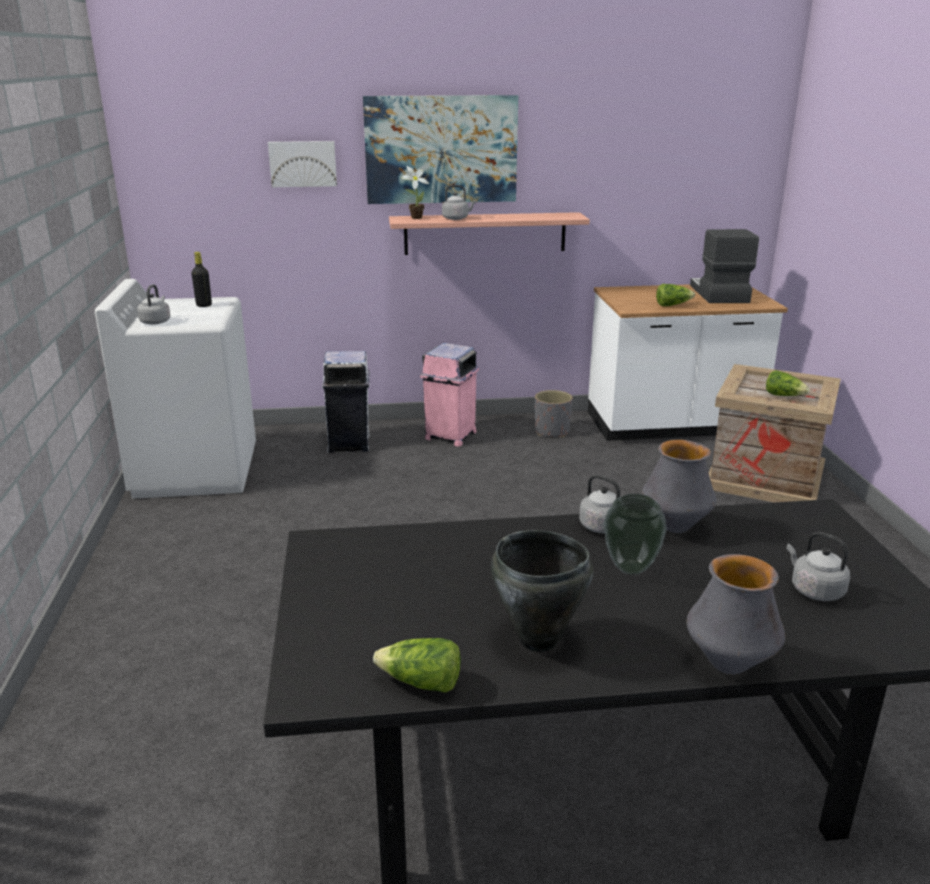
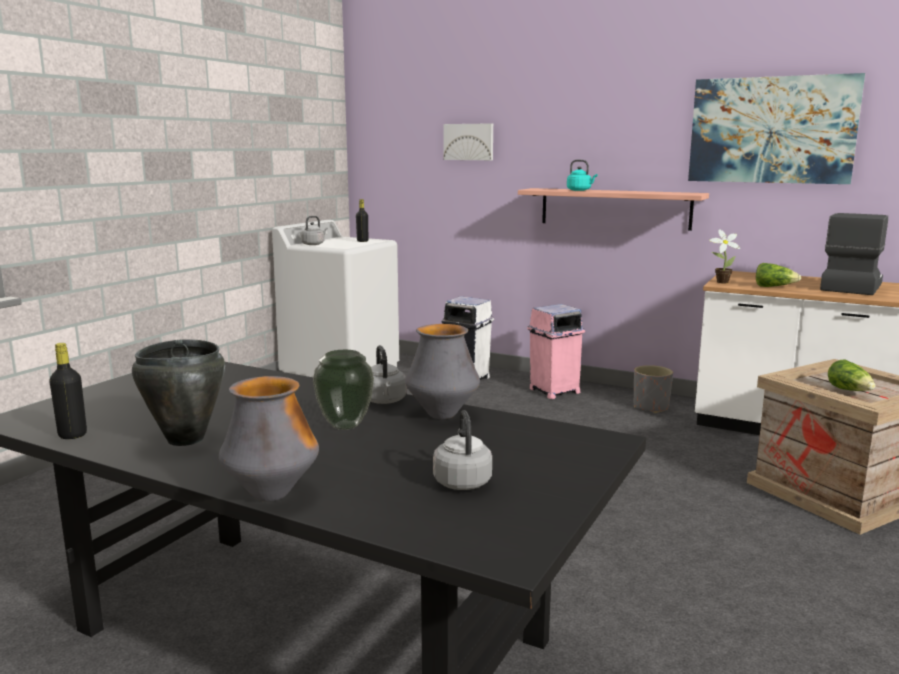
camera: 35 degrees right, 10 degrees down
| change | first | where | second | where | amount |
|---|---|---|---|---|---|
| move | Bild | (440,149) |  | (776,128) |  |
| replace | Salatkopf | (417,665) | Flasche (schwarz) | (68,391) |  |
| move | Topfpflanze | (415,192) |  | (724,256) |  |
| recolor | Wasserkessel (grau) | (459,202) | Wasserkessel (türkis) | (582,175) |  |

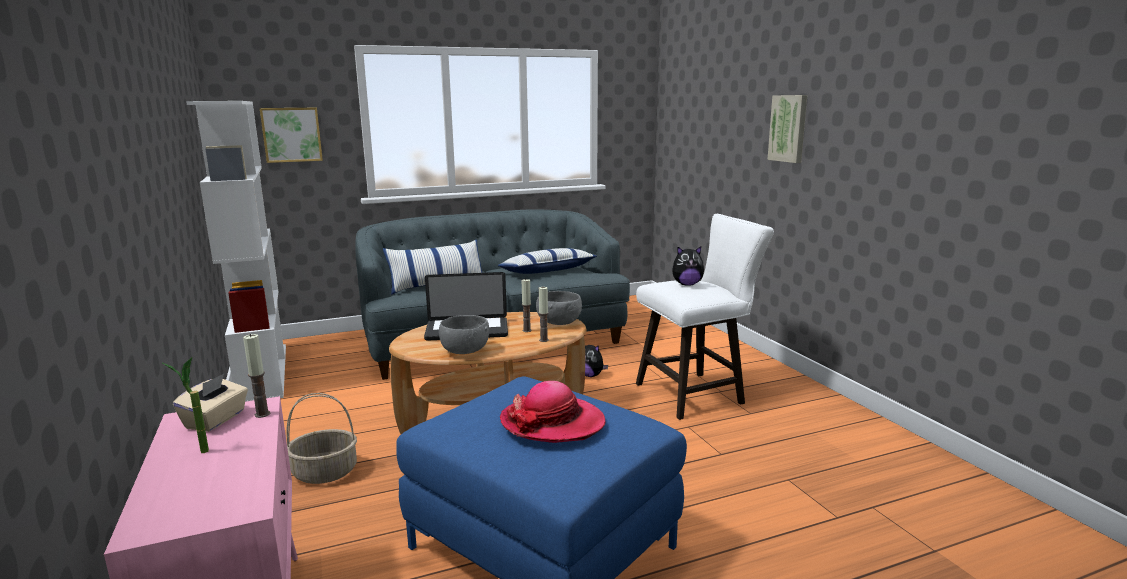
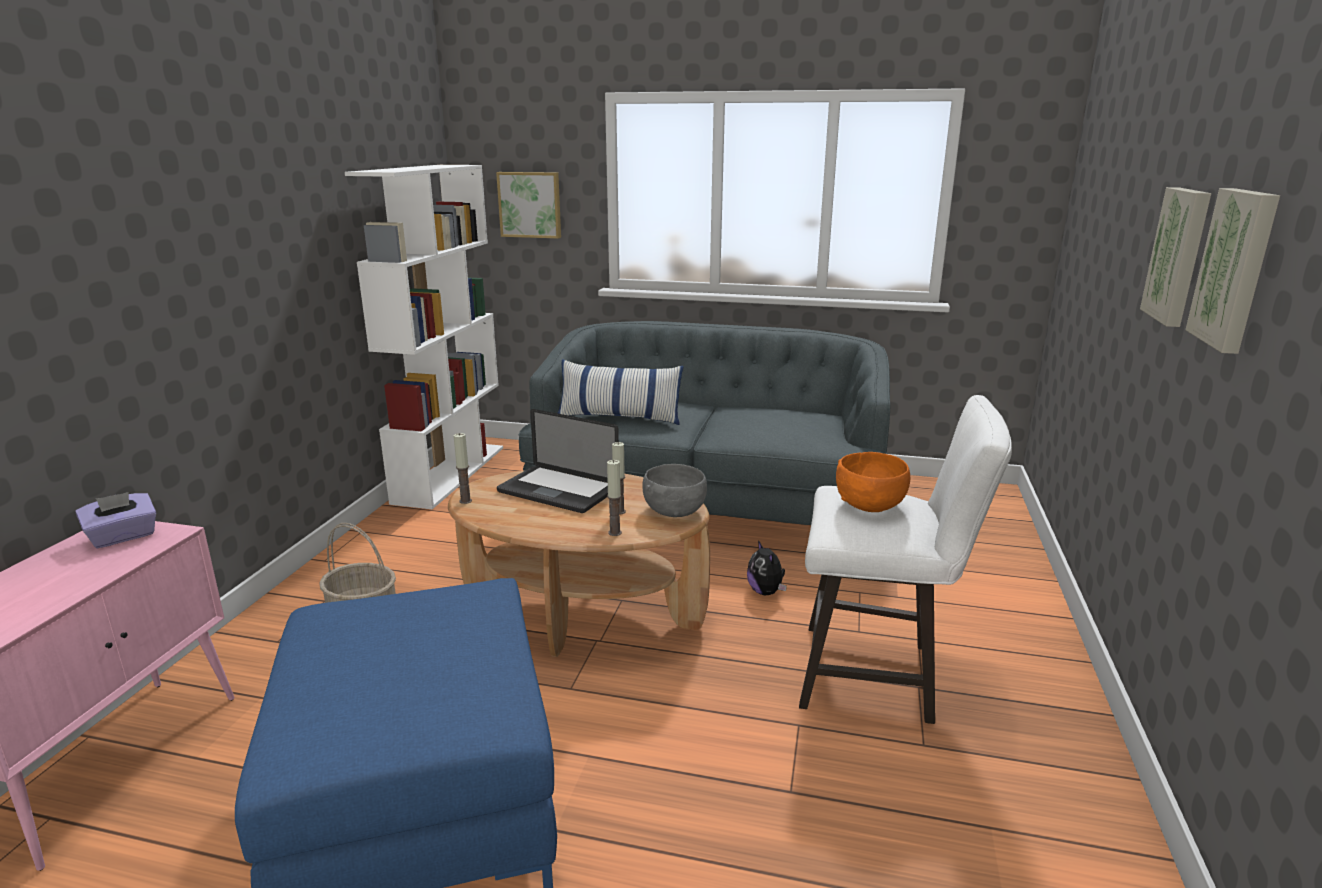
camera: 35 degrees right, 5 degrees up
| change | first | where | second | where | amount |
|---|---|---|---|---|---|
| delete | Topfpflanze | (185,405) |  |  |  |
| recolor | Taschentuchbox (beige) | (210,403) | Taschentuchbox (lila) | (115,520) |  |
| move | Kerze | (256,376) |  | (463,468) |  |
| delete | Schüssel (grau) | (464,334) |  |  |  |
| delete | Kissen | (547,261) |  |  |  |
| delete | Hut | (552,412) |  |  |  |
| replace | Plüschtier | (688,266) | Schüssel (orange) | (873,482) |  |
| insert |  |  | Bild | (1233,271) |  |

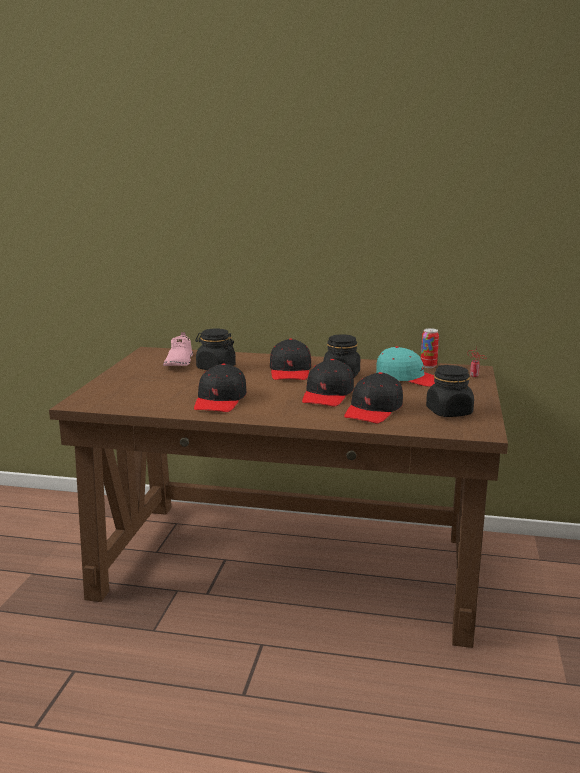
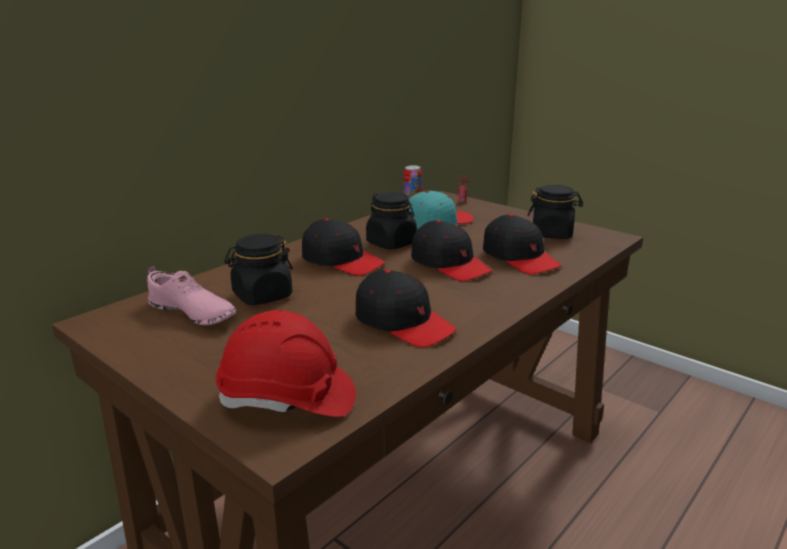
camera: 60 degrees left, 5 degrees up
| change | first | where | second | where | amount |
|---|---|---|---|---|---|
| insert |  |  | Schutzhelm (rot) | (285,363) |  |

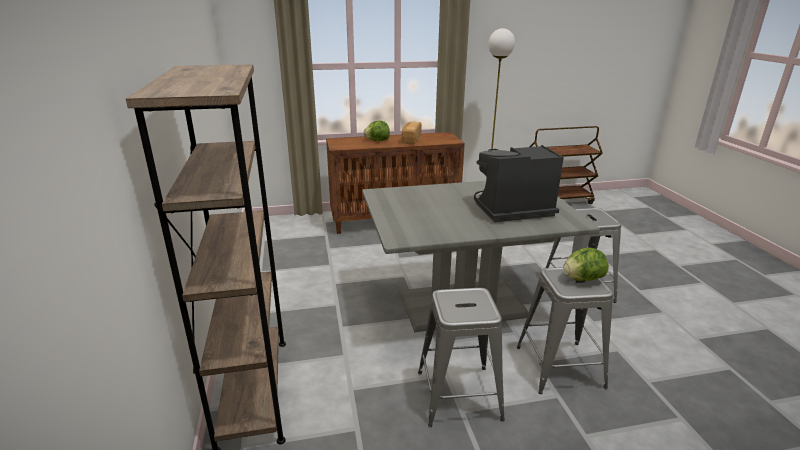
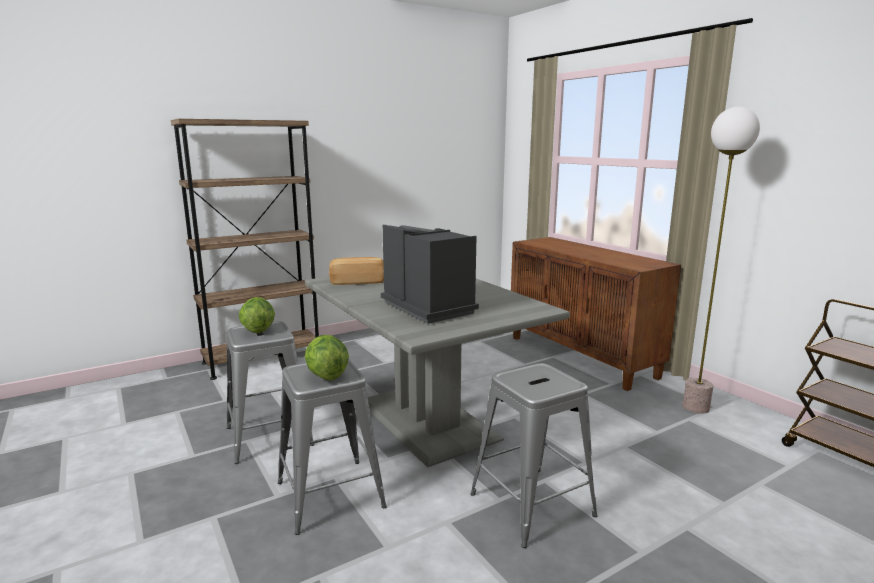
camera: 70 degrees right, 10 degrees down
| change | first | where | second | where | amount |
|---|---|---|---|---|---|
| move | Salatkopf | (377,131) |  | (257,315) |  |
| move | Brot | (412,133) |  | (356,271) |  |

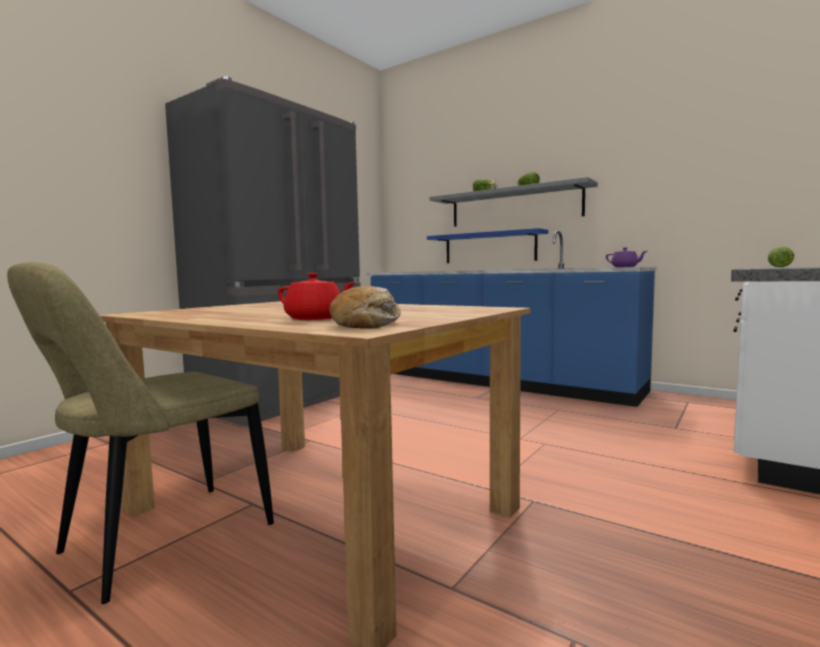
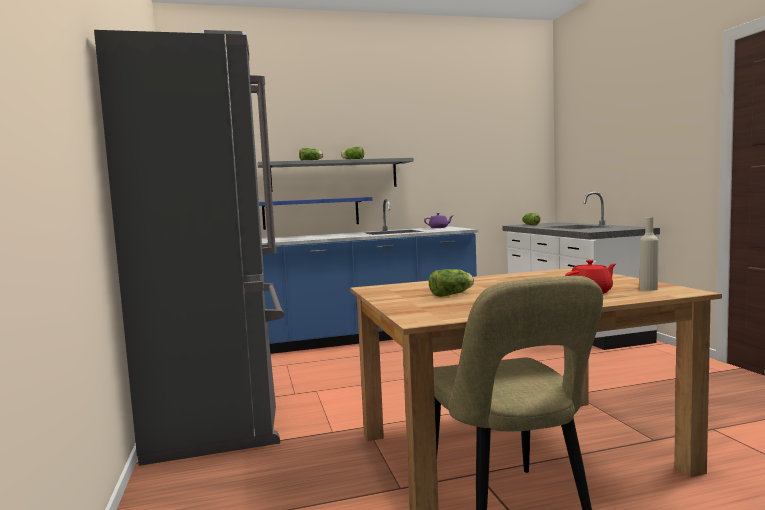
camera: 50 degrees left, 0 degrees up
| change | first | where | second | where | amount |
|---|---|---|---|---|---|
| replace | Brot | (365,307) | Flasche (beige) | (649,254) |  |
| insert |  |  | Salatkopf | (451,283) |  |

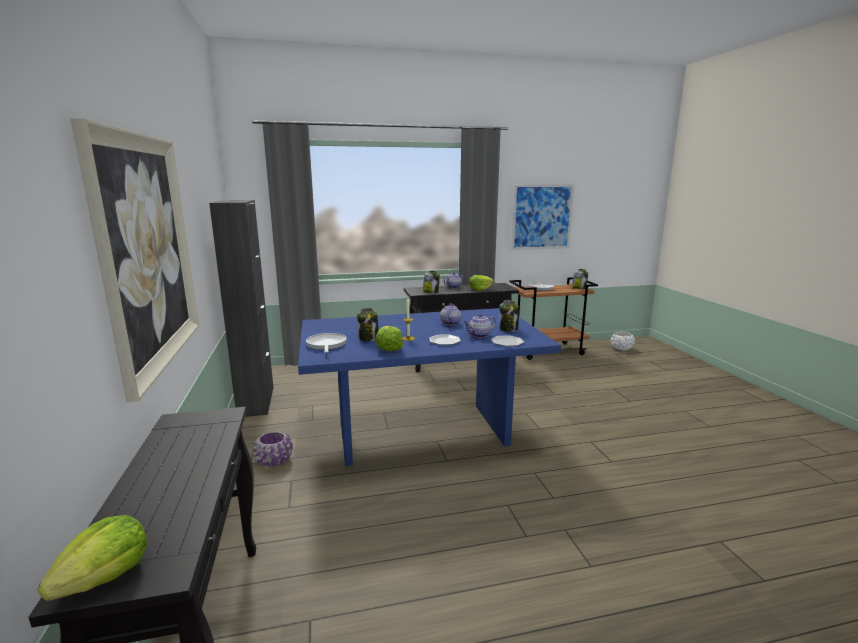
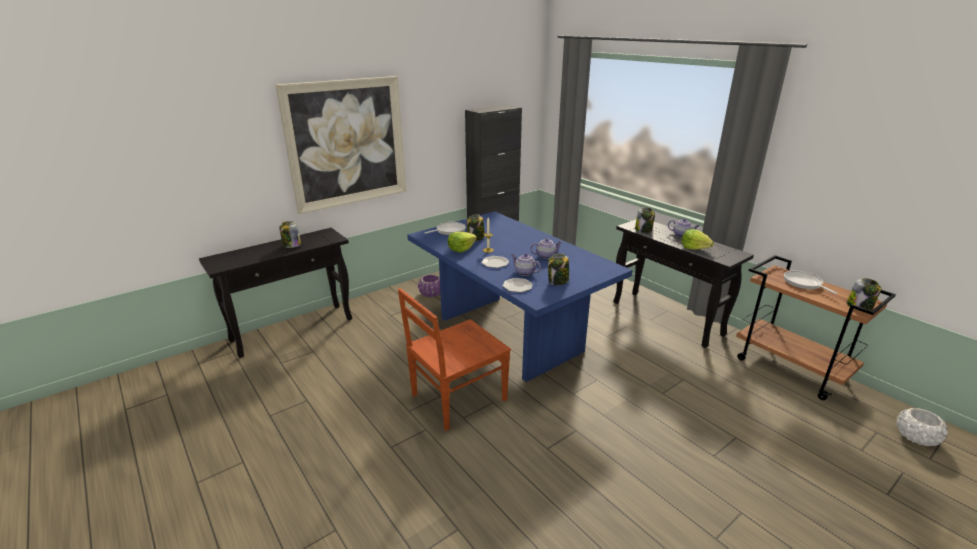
camera: 65 degrees right, 10 degrees up
| change | first | where | second | where | amount |
|---|---|---|---|---|---|
| delete | Salatkopf | (92,558) |  |  |  |
| delete | Bild | (542,217) |  |  |  |
| insert |  |  | Vorratsglas | (290,234) |  |
| insert |  |  | Stuhl (braun) | (454,359) |  |

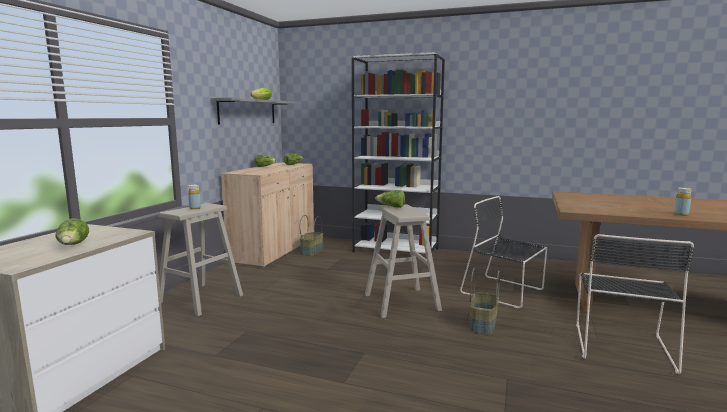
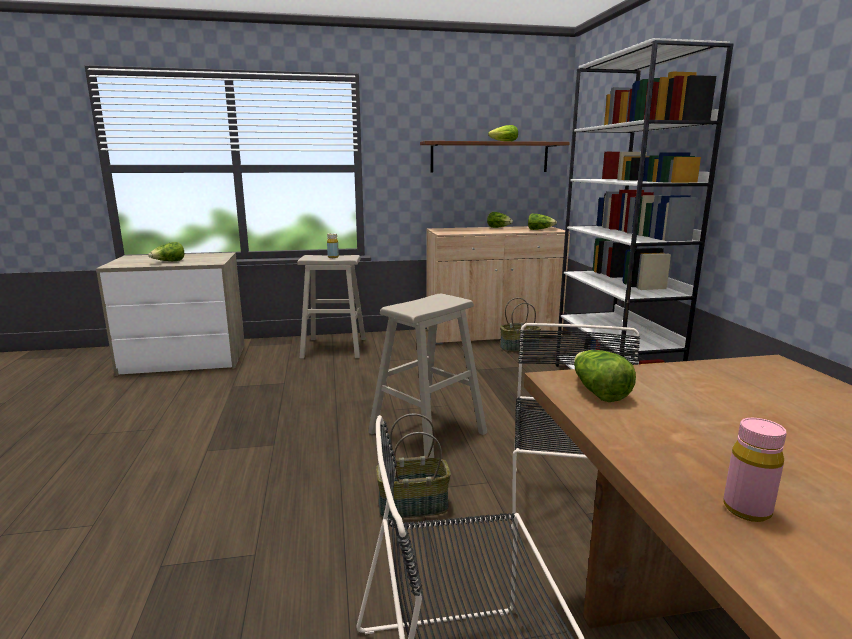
camera: 60 degrees right, 5 degrees up
| change | first | where | second | where | amount |
|---|---|---|---|---|---|
| recolor | Wandregal (grau) | (252,111) | Wandregal (braun) | (495,156) |  |
| move | Salatkopf | (390,199) |  | (605,376) |  |
| recolor | Flasche (gelb) | (683,201) | Flasche (rosa) | (755,470) |  |

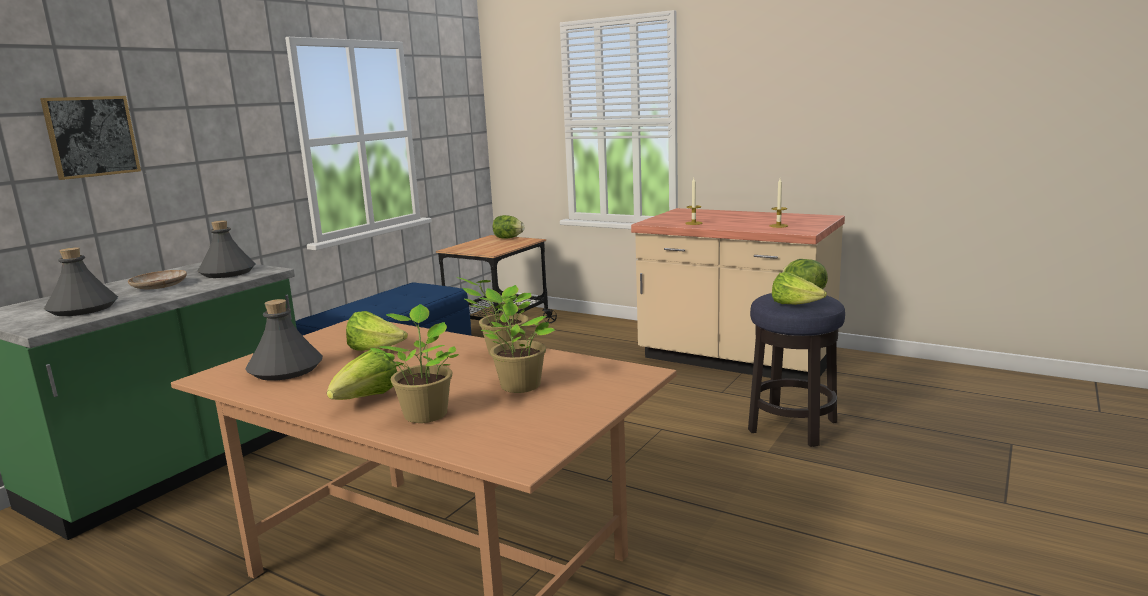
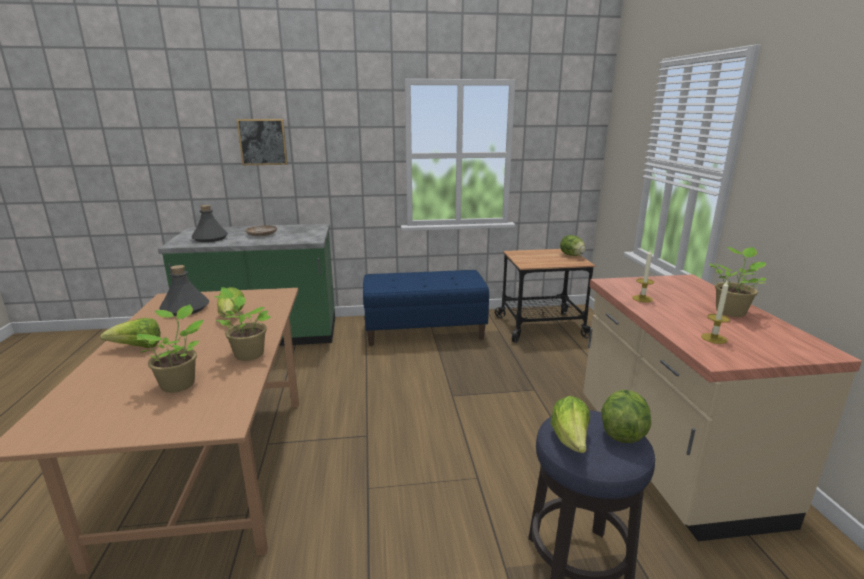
camera: 50 degrees right, 5 degrees up
| change | first | where | second | where | amount |
|---|---|---|---|---|---|
| delete | Flasche (grau) | (226,249) |  |  |  |
| move | Topfpflanze | (414,363) |  | (737,282) |  |

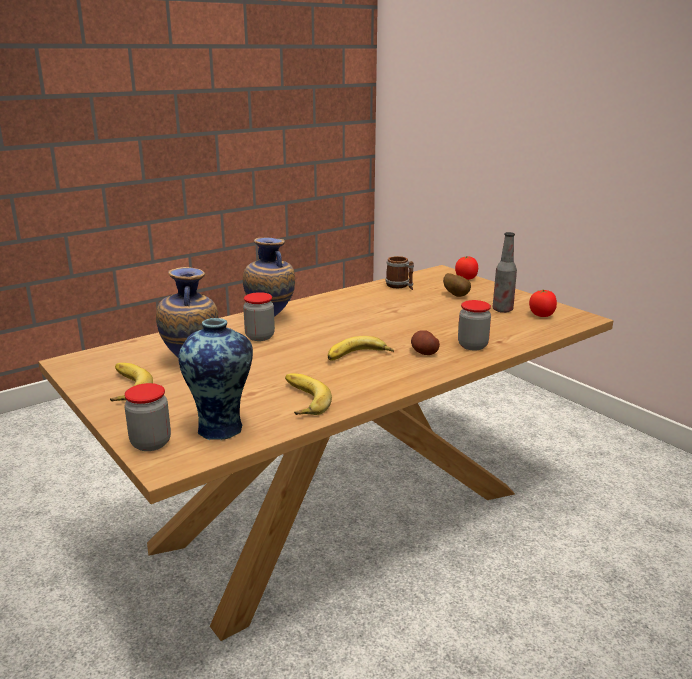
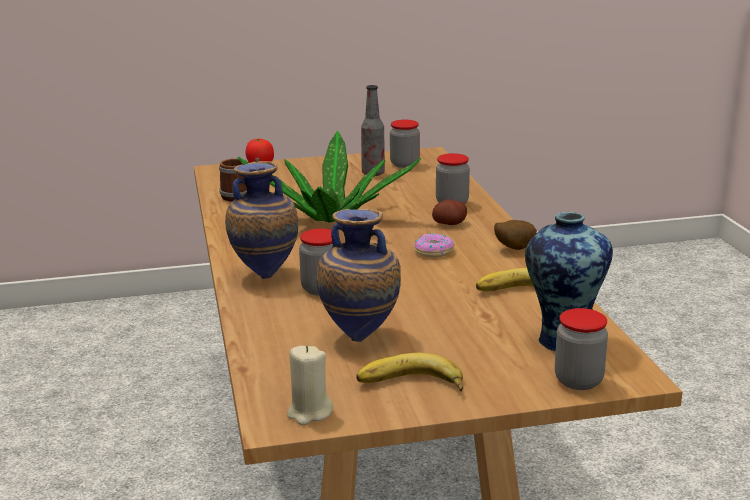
camera: 65 degrees left, 0 degrees up
| change | first | where | second | where | amount |
|---|---|---|---|---|---|
| replace | Banane | (361,348) | Donut | (434,245) |  |
| move | Kartoffel | (457,285) |  | (515,235) |  |
| replace | Tomate | (543,303) | Vorratsglas | (405,144) |  |
| insert |  |  | Topfpflanze | (329,176) |  |
| insert |  |  | Kerze (beige) | (310,385) |  |

